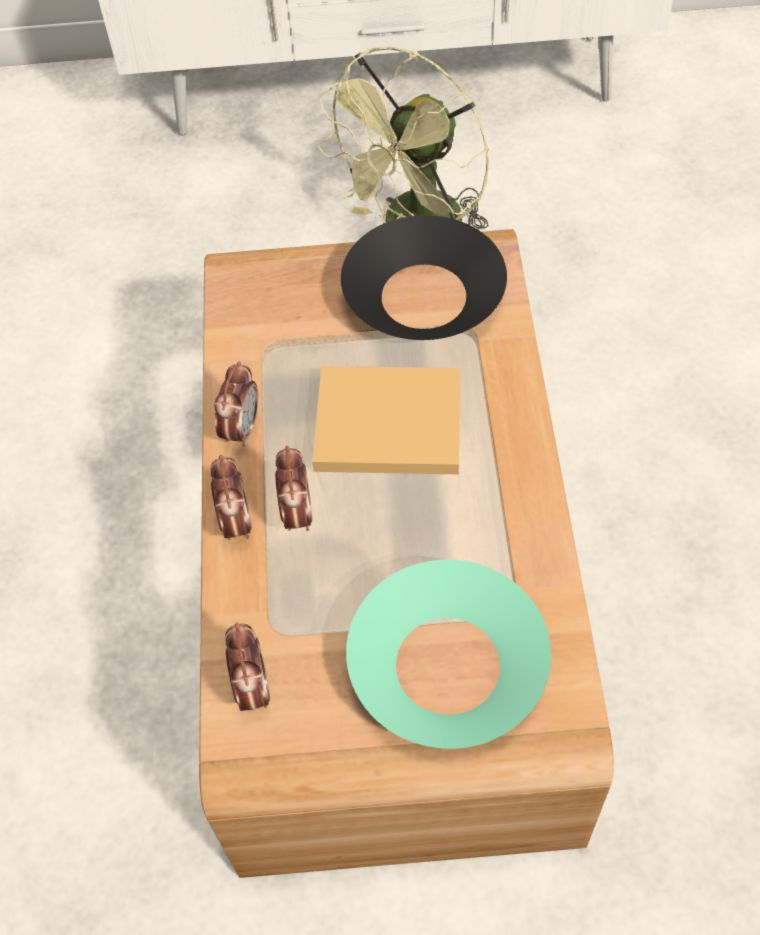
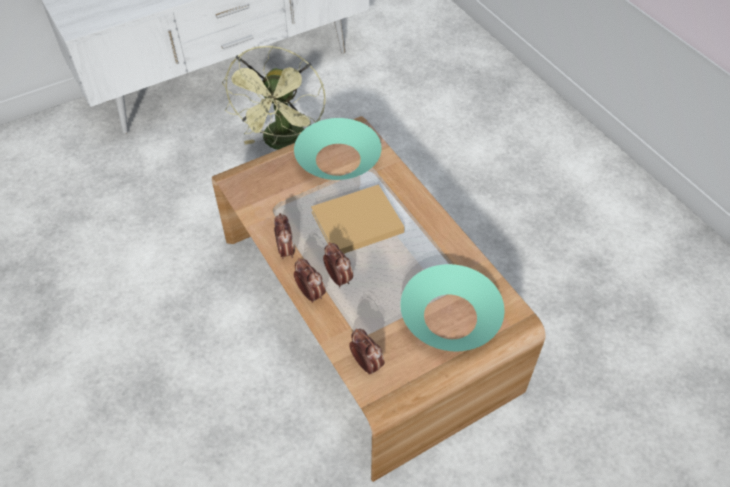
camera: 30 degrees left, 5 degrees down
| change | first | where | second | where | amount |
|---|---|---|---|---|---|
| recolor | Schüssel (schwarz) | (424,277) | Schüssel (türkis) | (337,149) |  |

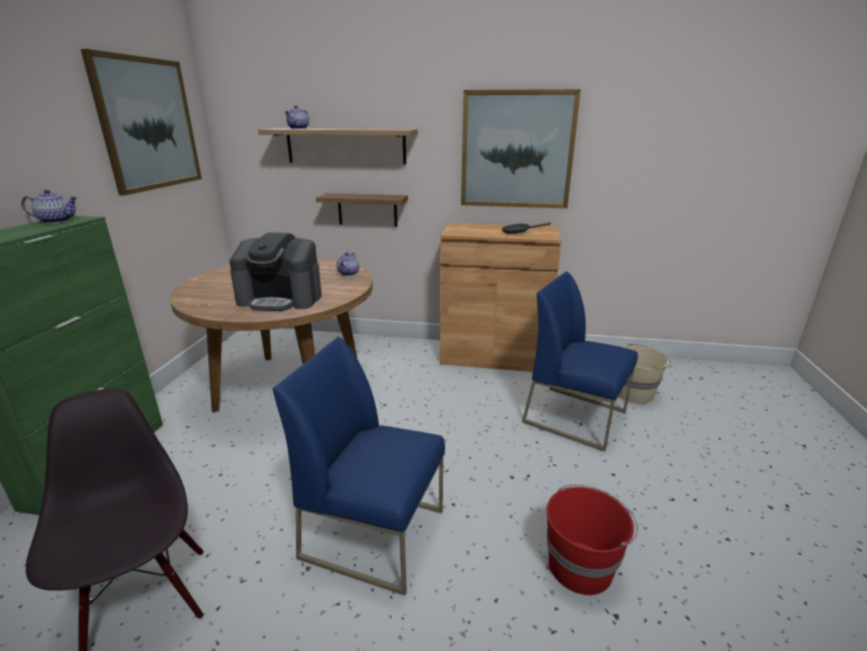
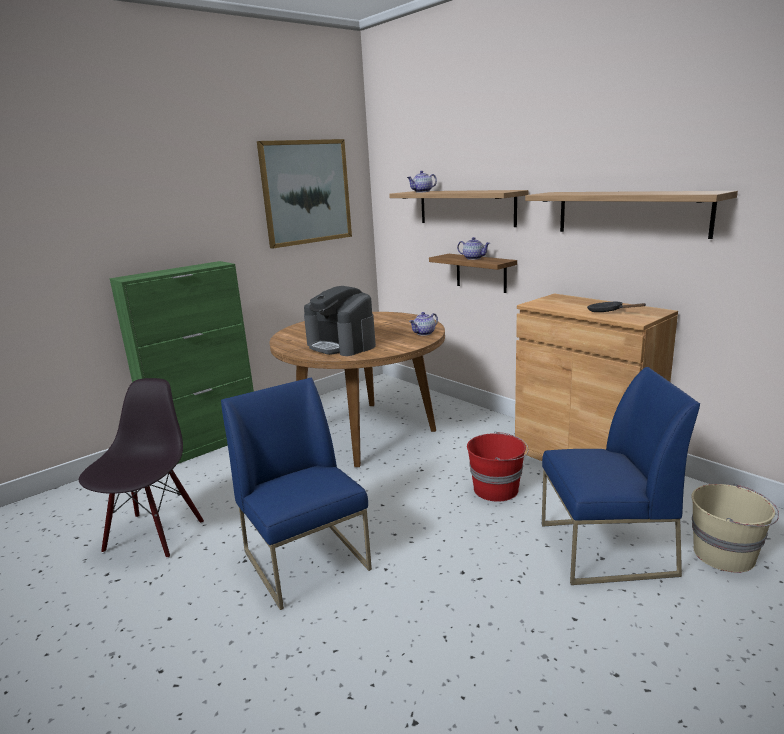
camera: 40 degrees right, 5 degrees down
| change | first | where | second | where | amount |
|---|---|---|---|---|---|
| move | Teekanne | (49,206) |  | (473,248) |  |
| replace | Bild | (521,148) | Wandregal | (631,215) |  |
| rotate | Stuhl (blau) | (580,361) |  | (621,476) | 105 degrees clockwise |
| move | Eimer (rot) | (592,540) |  | (498,467) |  |

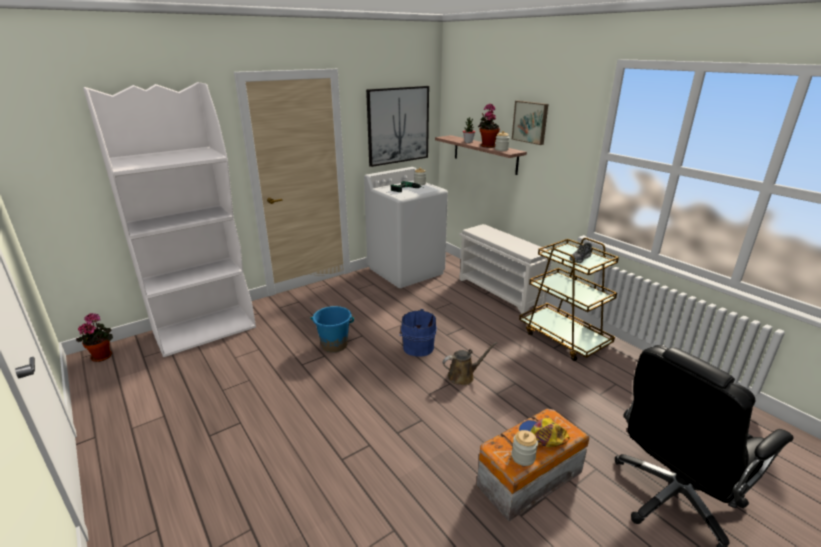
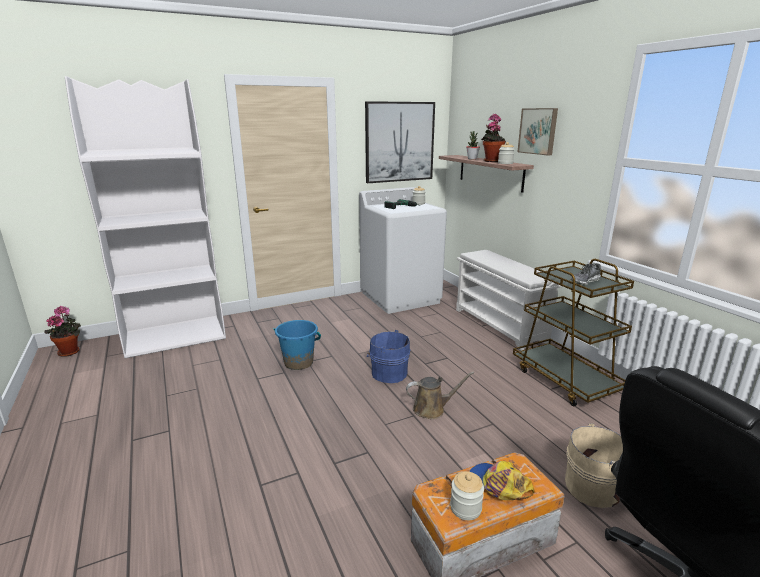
camera: 10 degrees right, 5 degrees down
| change | first | where | second | where | amount |
|---|---|---|---|---|---|
| insert |  |  | Eimer (beige) | (594,465) |  |

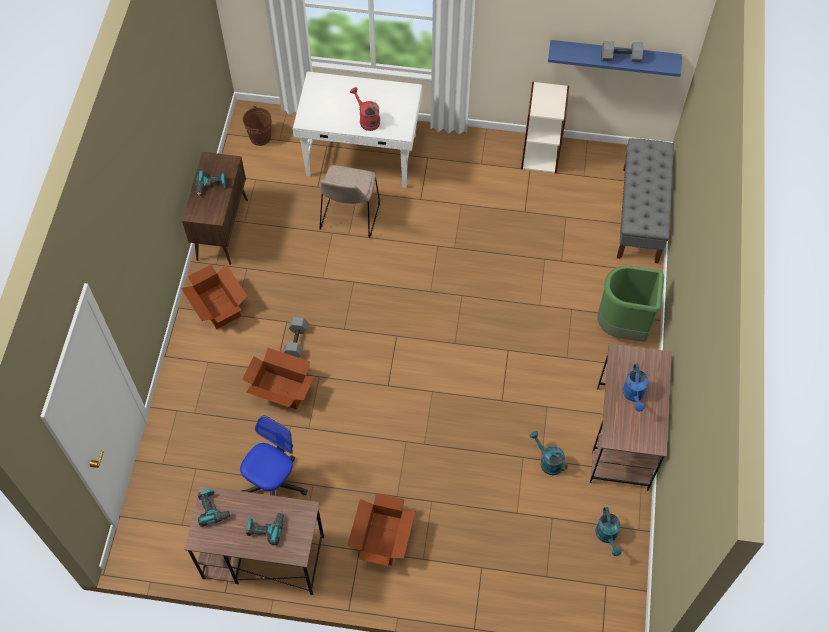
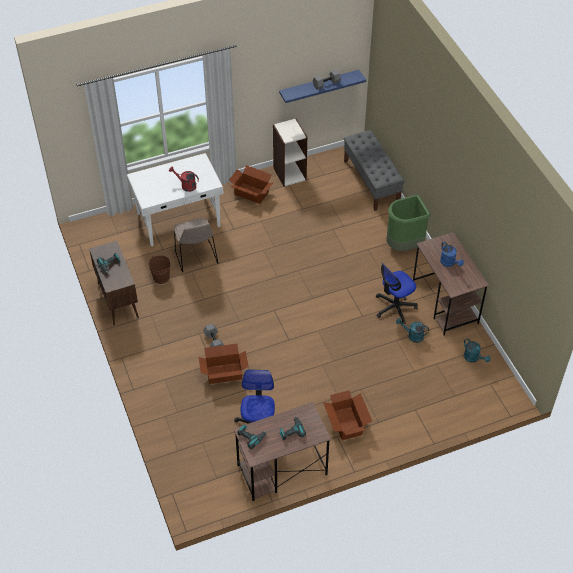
camera: 30 degrees left, 10 degrees down
| change | first | where | second | where | amount |
|---|---|---|---|---|---|
| move | Karton | (214,296) |  | (251,184) |  |
| move | Eimer (braun) | (257,126) |  | (159,269) |  |
| insert |  |  | Bürostuhl | (397,293) |  |

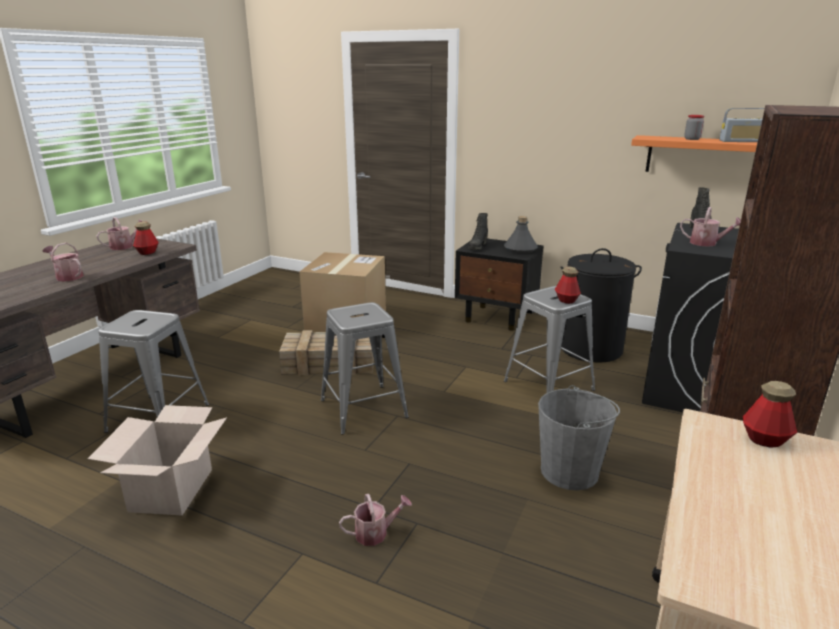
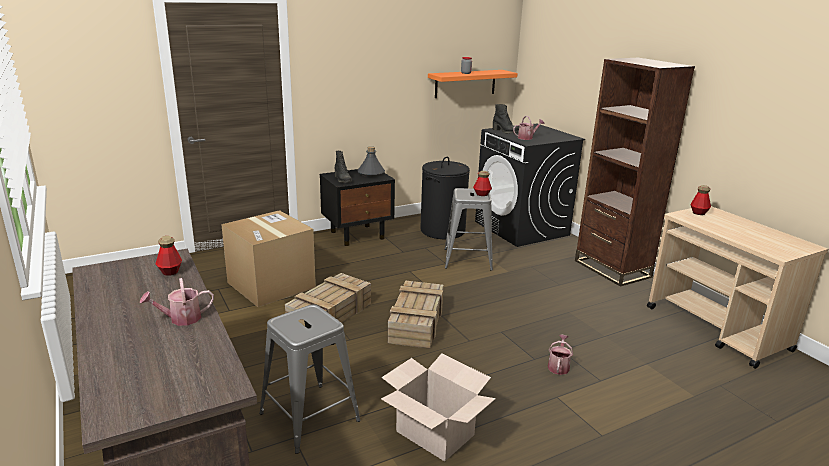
camera: 55 degrees left, 0 degrees up
| change | first | where | second | where | amount |
|---|---|---|---|---|---|
| delete | Gießkanne | (119,233) |  |  |  |
| replace | Hocker (grau) | (365,368) | Kiste | (416,315) |  |
| delete | Eimer (grau) | (579,437) |  |  |  |
| delete | Radio | (742,125) |  |  |  |

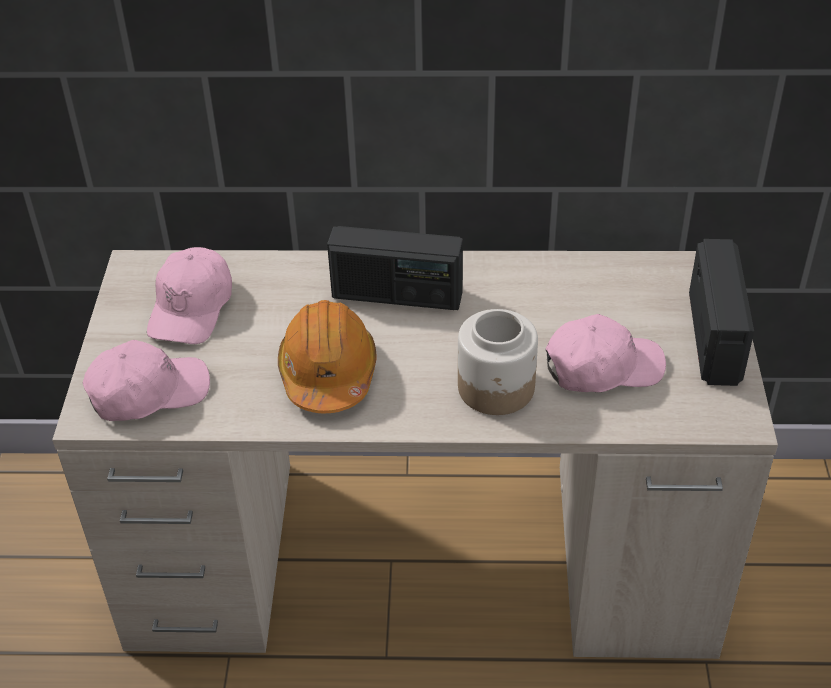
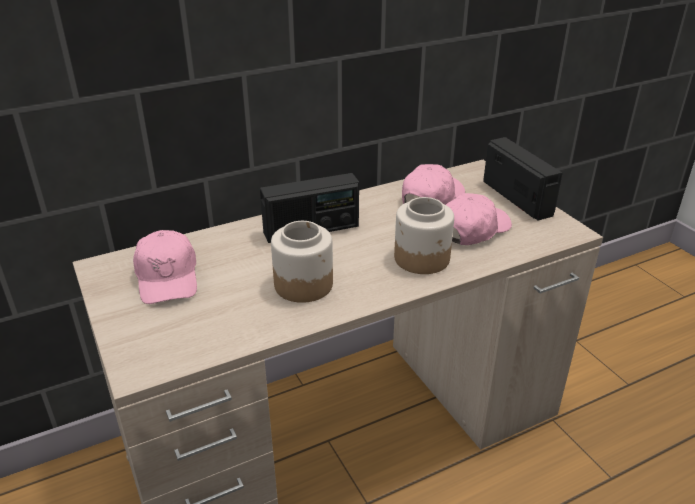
camera: 30 degrees left, 10 degrees down
| change | first | where | second | where | amount |
|---|---|---|---|---|---|
| move | Kappe (rosa) | (146,380) |  | (433,184) |  |
| replace | Schutzhelm (orange) | (327,356) | Vorratsglas | (302,262) |  |

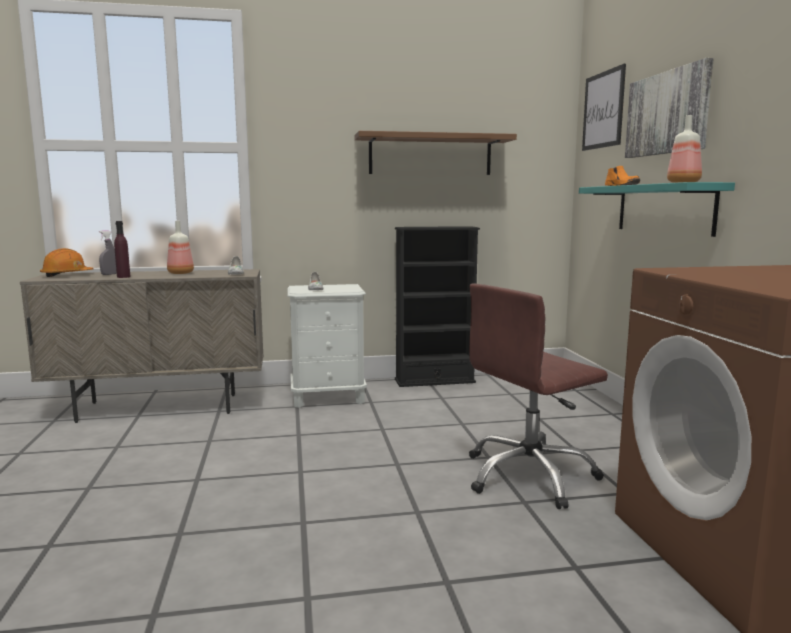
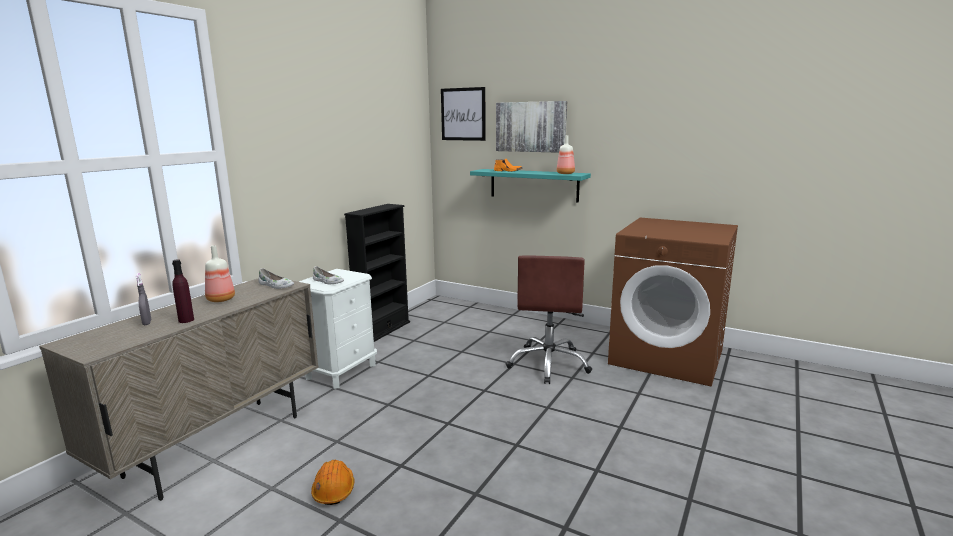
camera: 50 degrees left, 5 degrees up
| change | first | where | second | where | amount |
|---|---|---|---|---|---|
| move | Schutzhelm (orange) | (66,262) |  | (333,482) |  |
| delete | Wandregal (braun) | (436,153) |  |  |  |

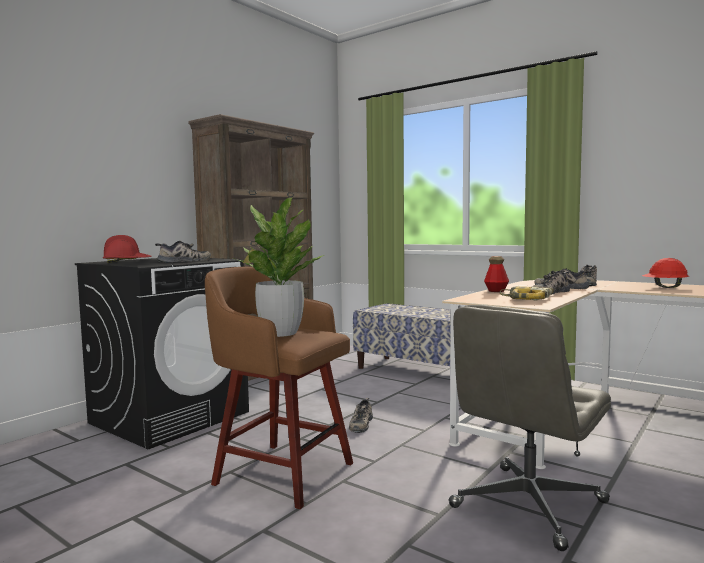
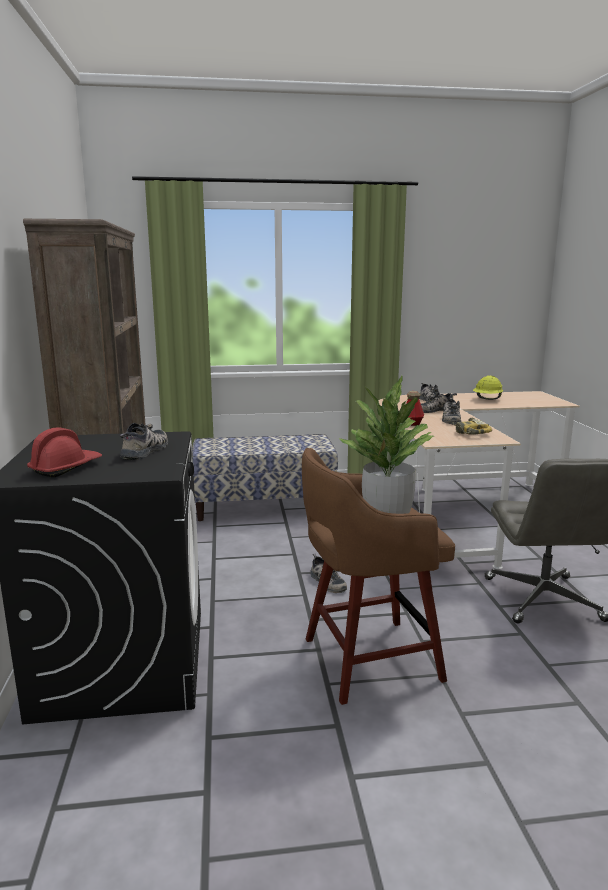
camera: 45 degrees left, 10 degrees up
| change | first | where | second | where | amount |
|---|---|---|---|---|---|
| recolor | Schutzhelm (rot) | (665,273) | Schutzhelm (gelb) | (488,387) |  |

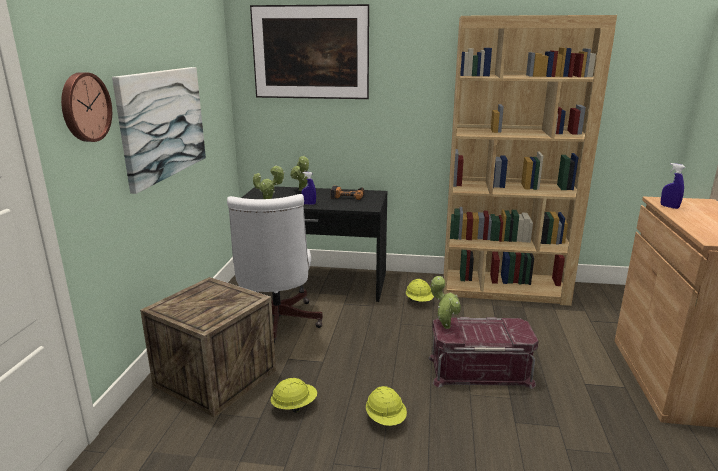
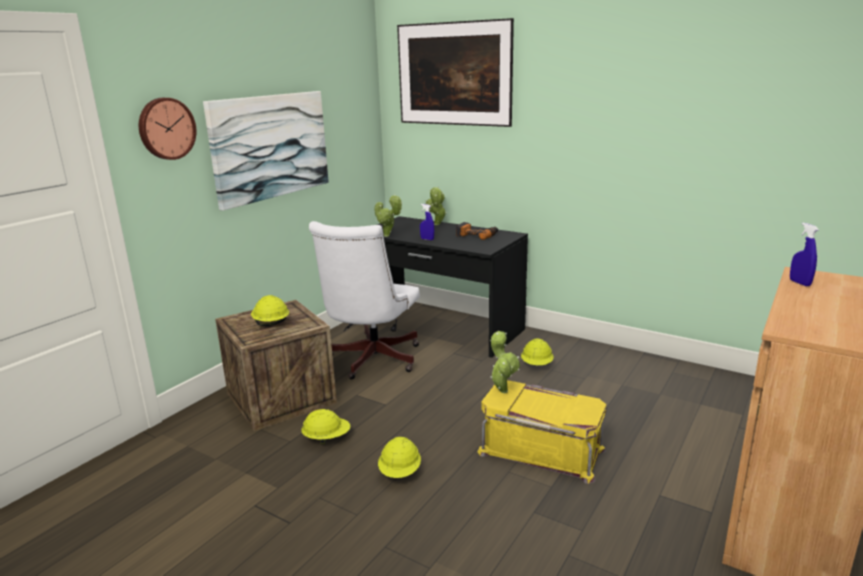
camera: 25 degrees right, 0 degrees up
| change | first | where | second | where | amount |
|---|---|---|---|---|---|
| recolor | Aufbewahrungsbox (rot) | (483,353) | Aufbewahrungsbox (gelb) | (542,432) |  |
| delete | Bücherregal (braun) | (530,160) |  |  |  |
| insert |  |  | Schutzhelm (gelb) | (270,310) |  |

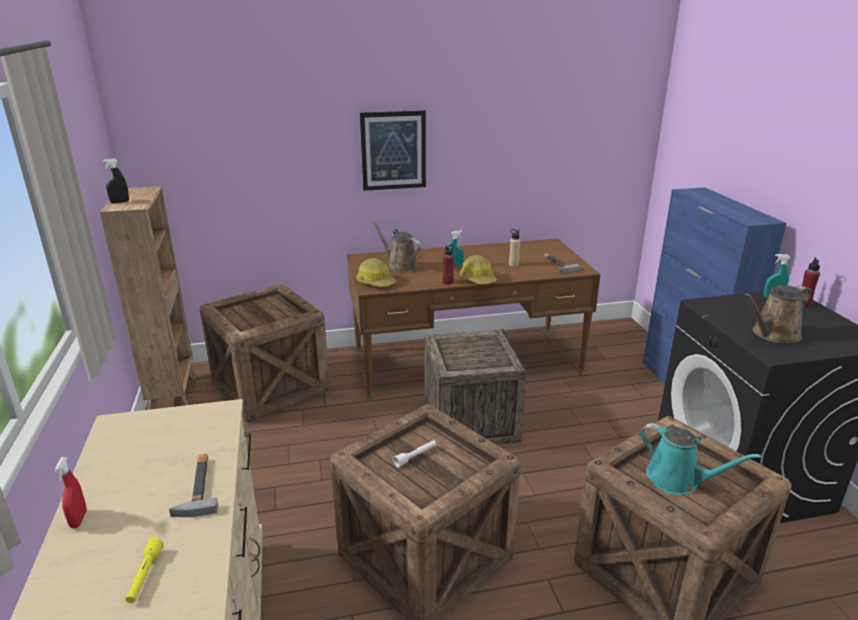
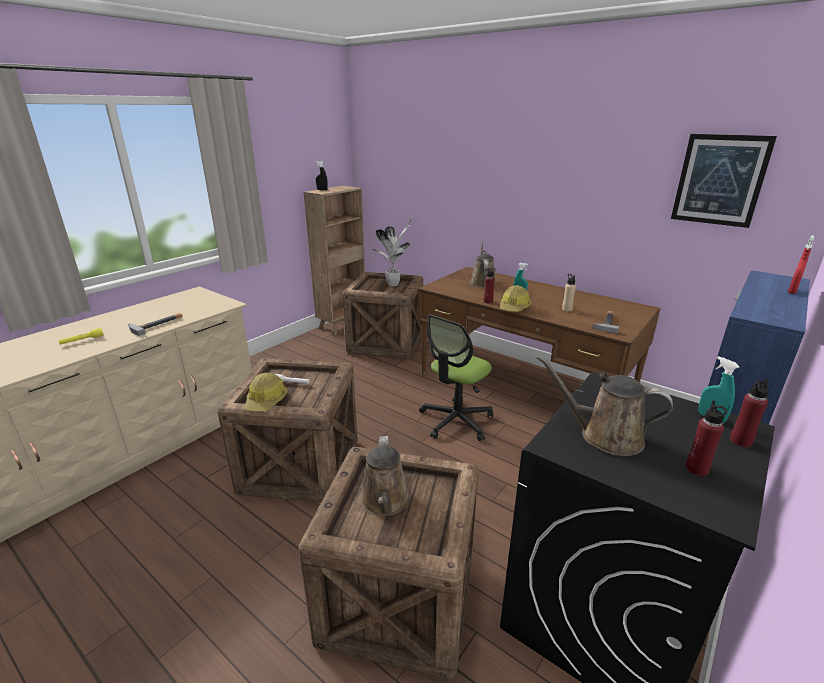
camera: 50 degrees right, 0 degrees up
| change | first | where | second | where | amount |
|---|---|---|---|---|---|
| move | Sprühflasche (rot) | (71,492) |  | (801,265) |  |
| move | Schutzhelm | (376,272) |  | (266,392) |  |
| move | Bild | (393,150) |  | (724,181) |  |
| replace | Kiste | (476,387) | Bürostuhl | (456,378) |  |
| recolor | Gießkanne (türkis) | (700,459) | Gießkanne (braun) | (385,476) |  |
| insert |  |  | Topfpflanze | (392,252) |  |
| insert |  |  | Flasche (rot) | (706,438) |  |

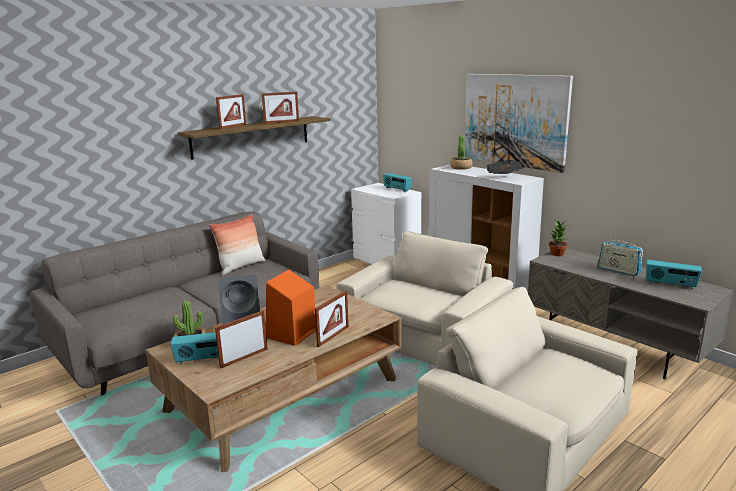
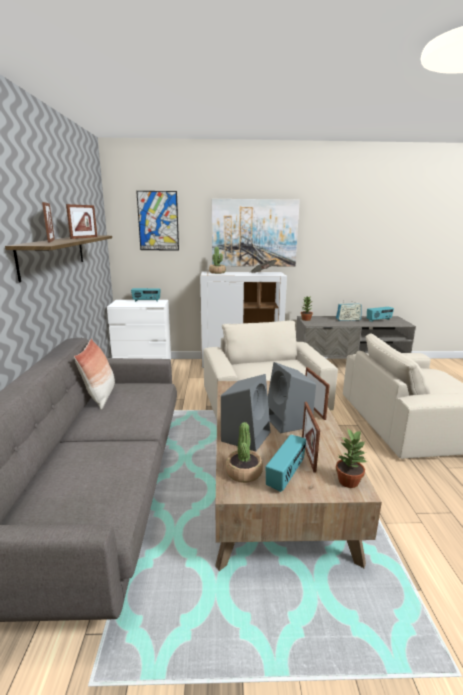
camera: 50 degrees left, 0 degrees up
| change | first | where | second | where | amount |
|---|---|---|---|---|---|
| recolor | Lautsprecher (orange) | (291,308) | Lautsprecher (grau) | (292,397) |  |
| insert |  |  | Bild | (157,221) |  |
| insert |  |  | Topfpflanze | (351,458) |  |

